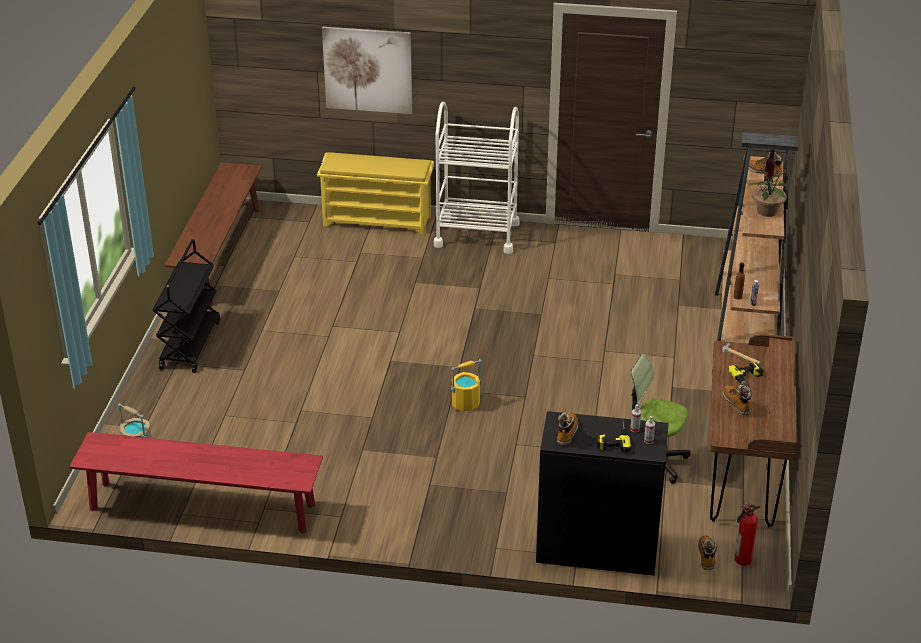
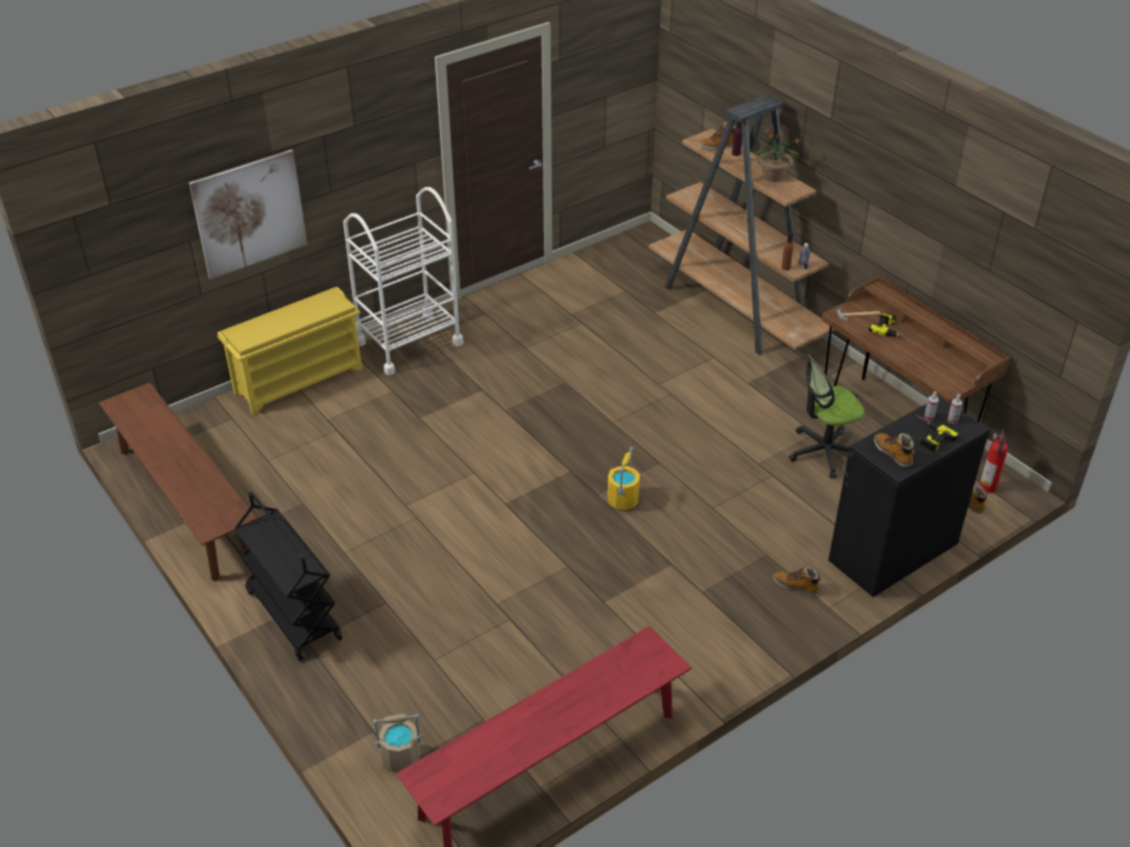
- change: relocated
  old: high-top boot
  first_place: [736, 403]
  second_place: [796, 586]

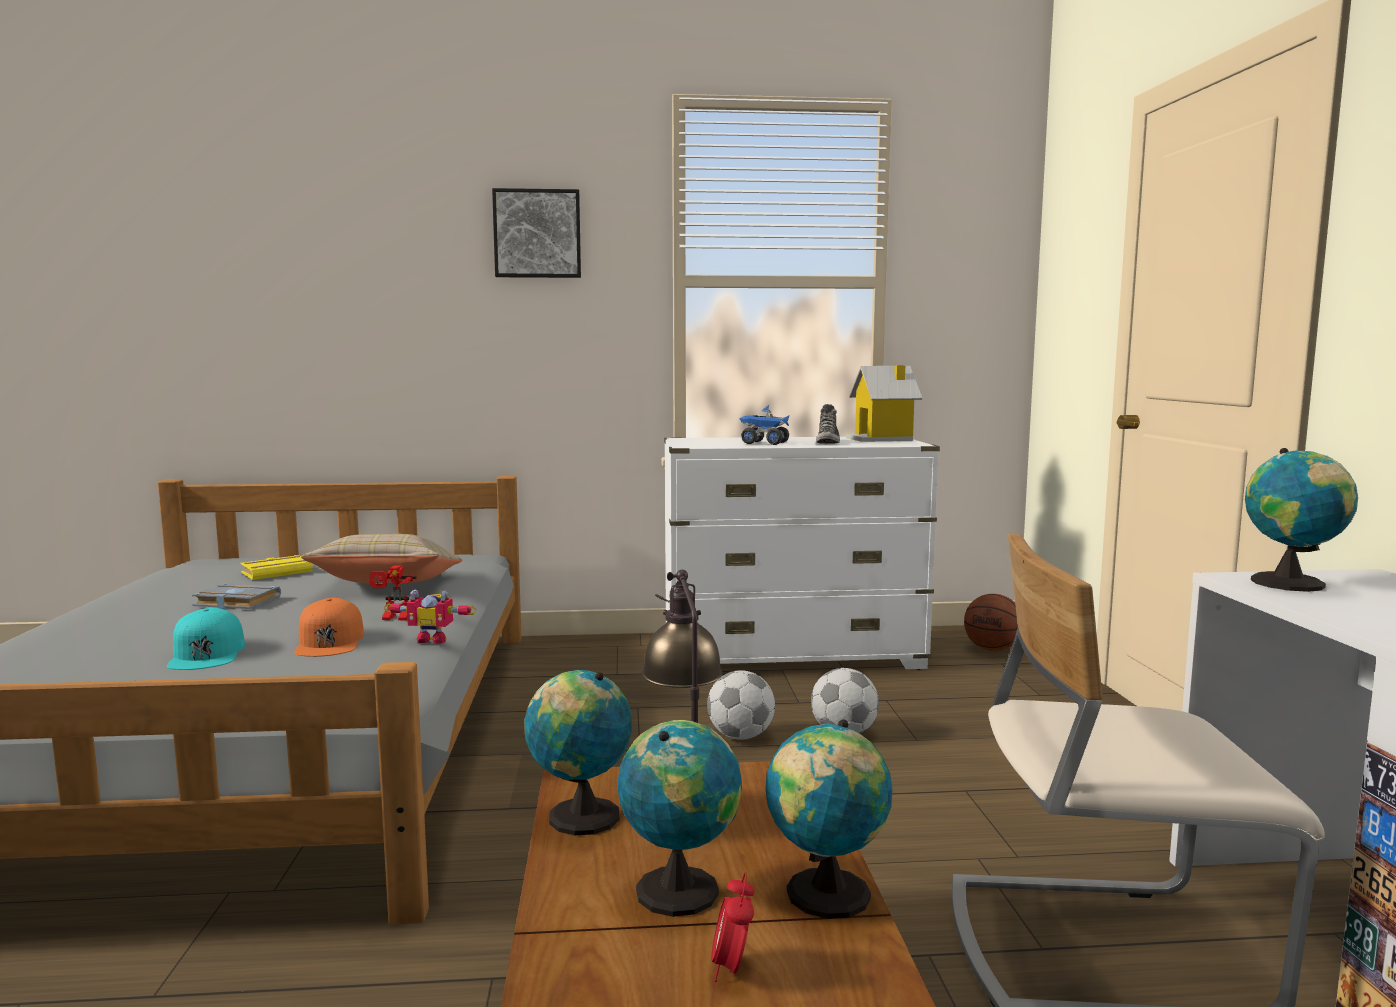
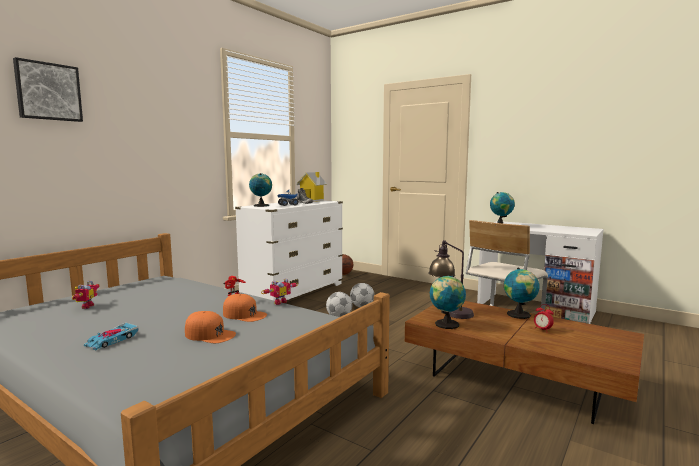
- change: missing
  old: greyish book
  first_place: [234, 603]
- change: missing
  old: sand-coloured pillow
  first_place: [388, 585]
- change: appeared
  new: model car
  second_place: [112, 340]
- change: relocated
  old: picture
  first_place: [537, 234]
  second_place: [48, 91]
- change: relocated
  old: world globe
  first_place: [680, 888]
  second_place: [261, 205]
- change: exchanged
  old: yellow book
  new: toy robot
  first_place: [277, 572]
  second_place: [85, 306]
- change: colour
  old: turquoise-coloured cap
  new: orange cap
  first_place: [207, 653]
  second_place: [210, 334]

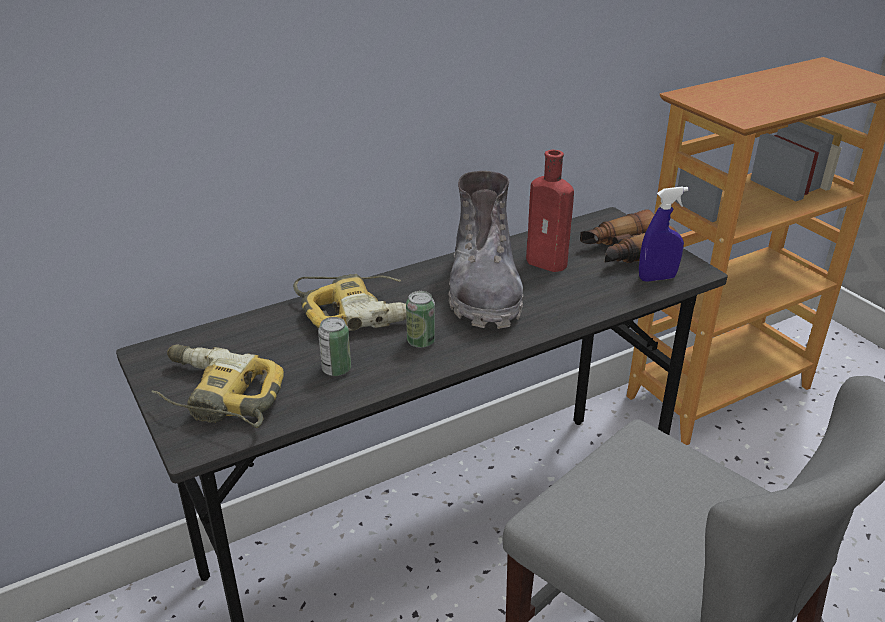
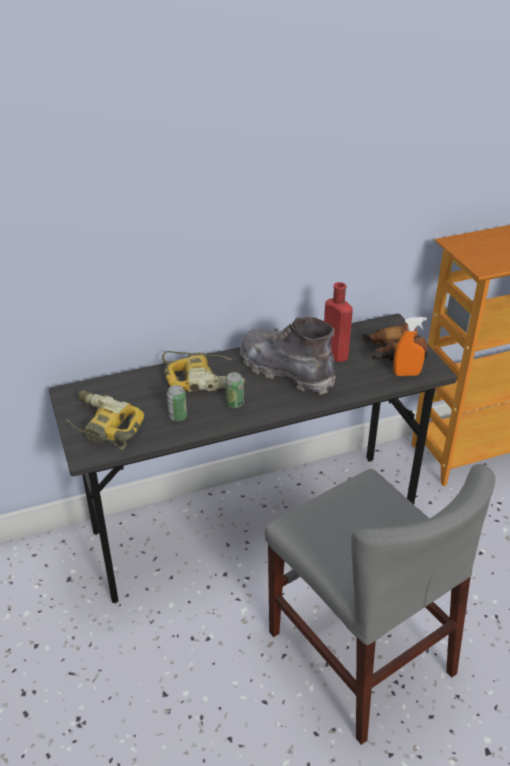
- change: colour
  old: blue-coloured hand sprayer
  new: orange hand sprayer
  first_place: [657, 278]
  second_place: [406, 374]
- change: spun
  old: greyish high-top boot
  first_place: [483, 290]
  second_place: [286, 371]
  degrees: 120

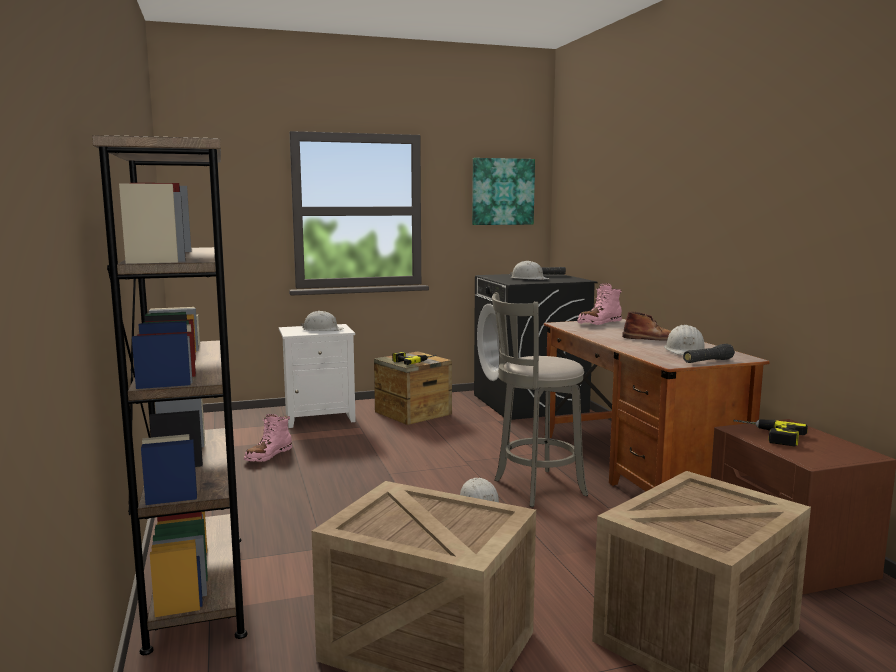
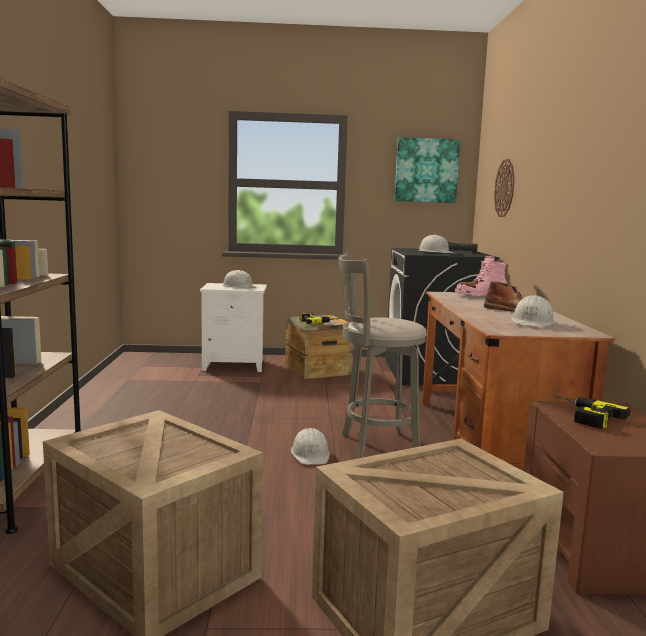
- change: missing
  old: pinkish high-top boot
  first_place: [268, 455]
- change: missing
  old: black-coloured hand torch
  first_place: [707, 361]
- change: appeared
  new: clock on the wall
  second_place: [505, 188]

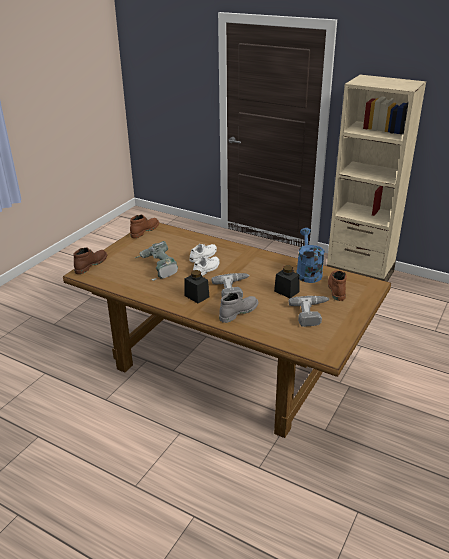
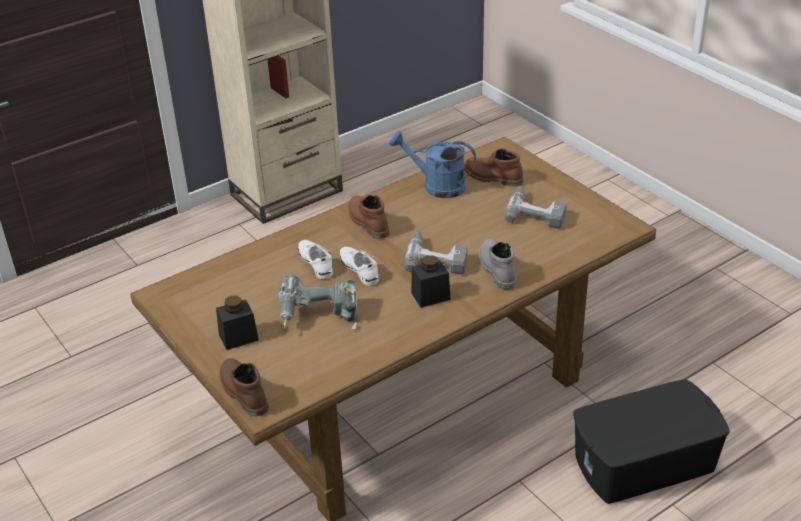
- change: appeared
  new: black-coloured storage box
  second_place: [645, 463]
- change: relocated
  old: brown-coloured high-top boot
  first_place: [144, 231]
  second_place: [367, 222]
- change: relocated
  old: black-coloured storage jar
  first_place: [286, 291]
  second_place: [238, 337]

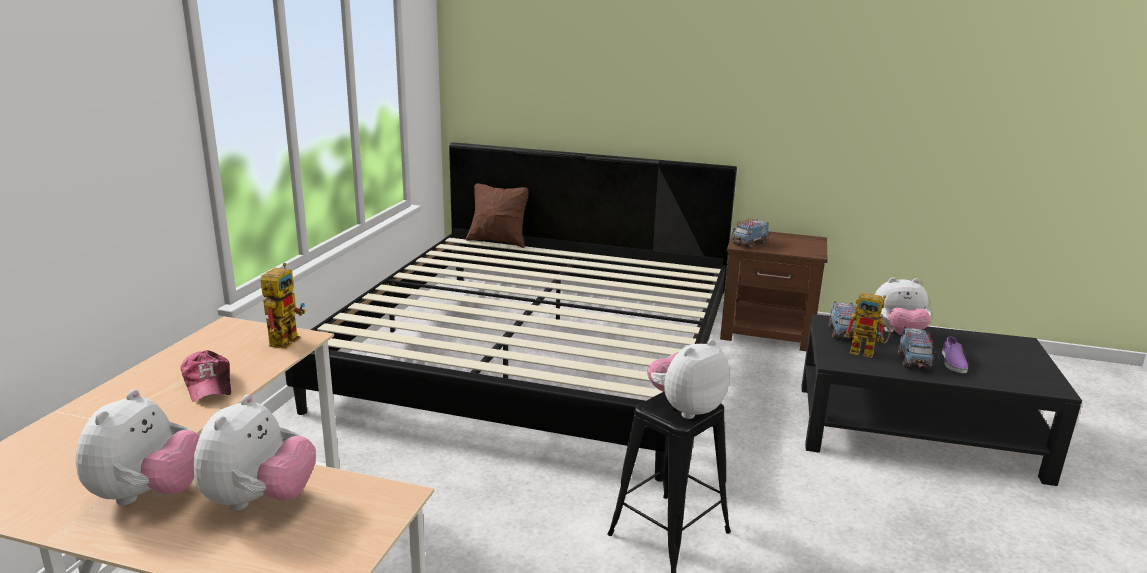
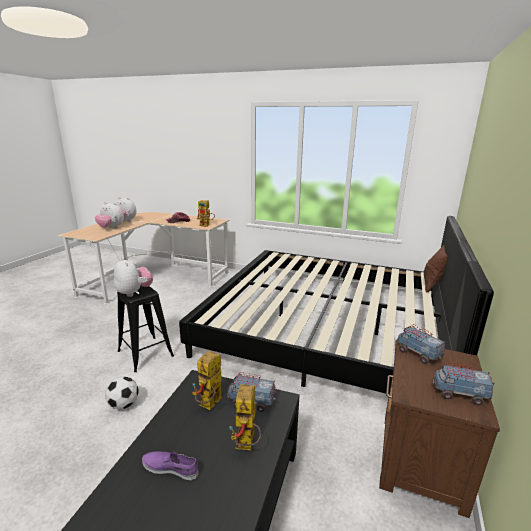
- change: appeared
  new: football ball
  second_place: [124, 404]
- change: relocated
  old: toy lorry
  first_place: [913, 362]
  second_place: [459, 394]
- change: exchanged
  old: plush toy
  new: toy robot
  first_place: [897, 334]
  second_place: [247, 445]

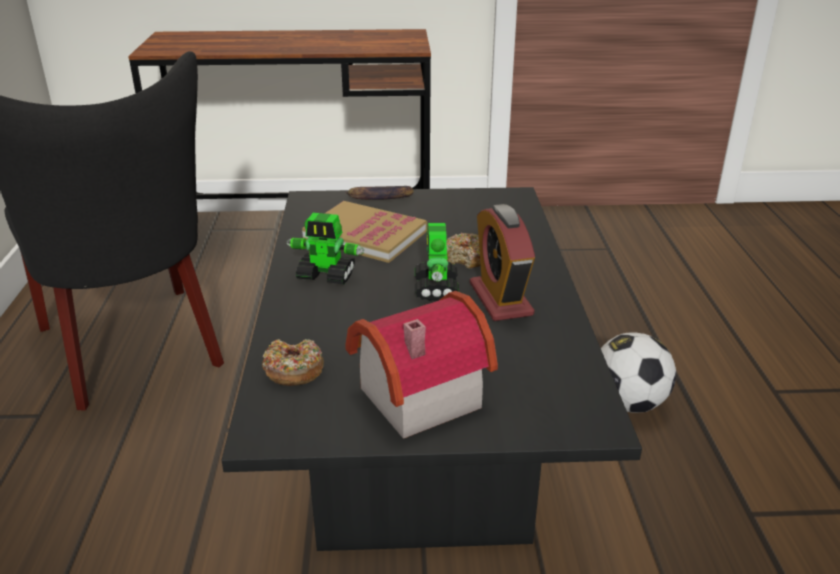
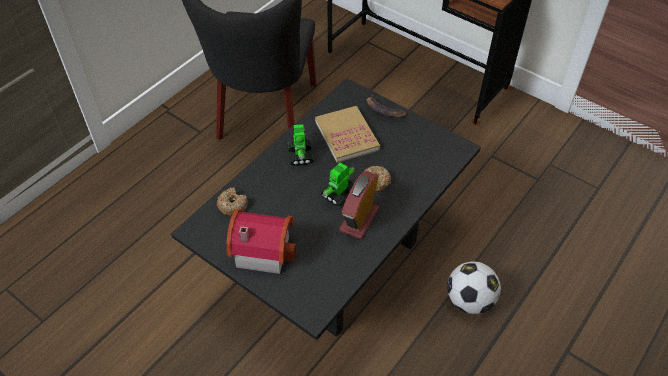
- change: spun
  old: toy robot
  first_place: [327, 276]
  second_place: [300, 155]
  degrees: -150

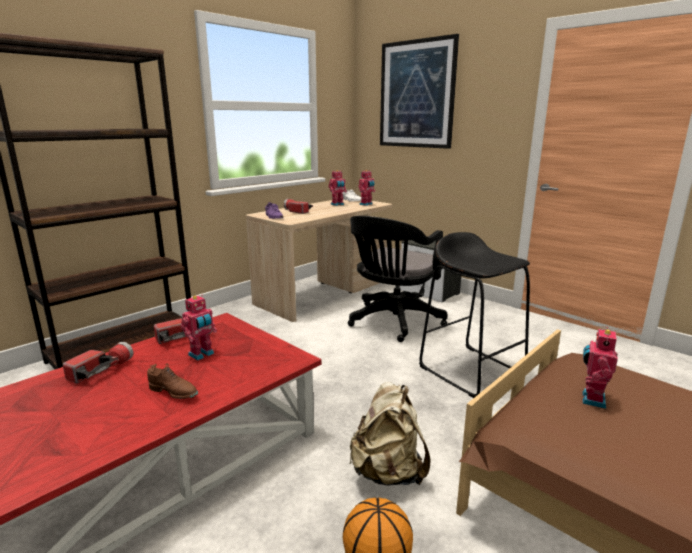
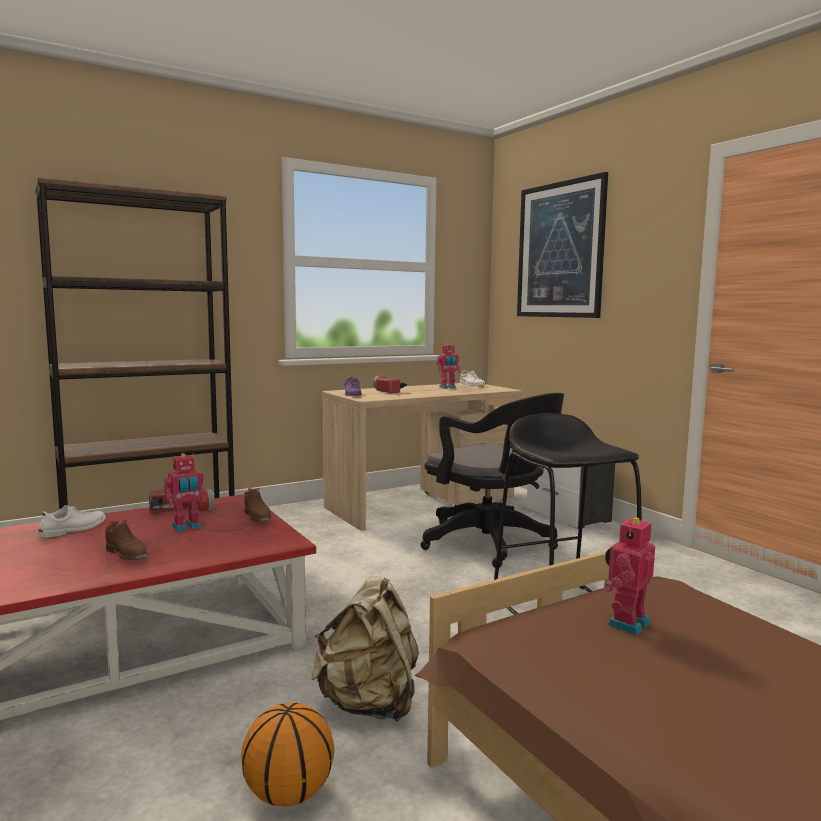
- change: missing
  old: toy robot
  first_place: [366, 204]
- change: appeared
  new: brown-coloured low shoe
  second_place: [258, 518]
- change: exchanged
  old: hand torch
  new: white low shoe
  first_place: [101, 370]
  second_place: [73, 529]
- change: spun
  old: black-coloured desk chair
  first_place: [393, 322]
  second_place: [492, 544]
  degrees: -90

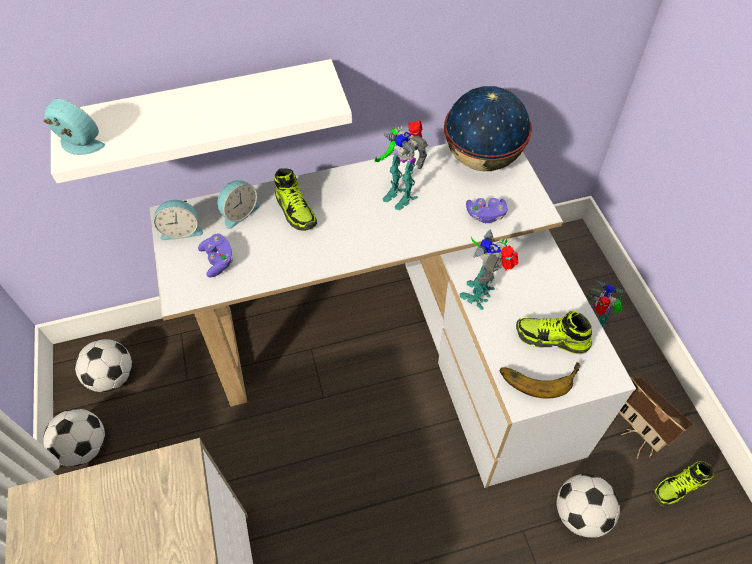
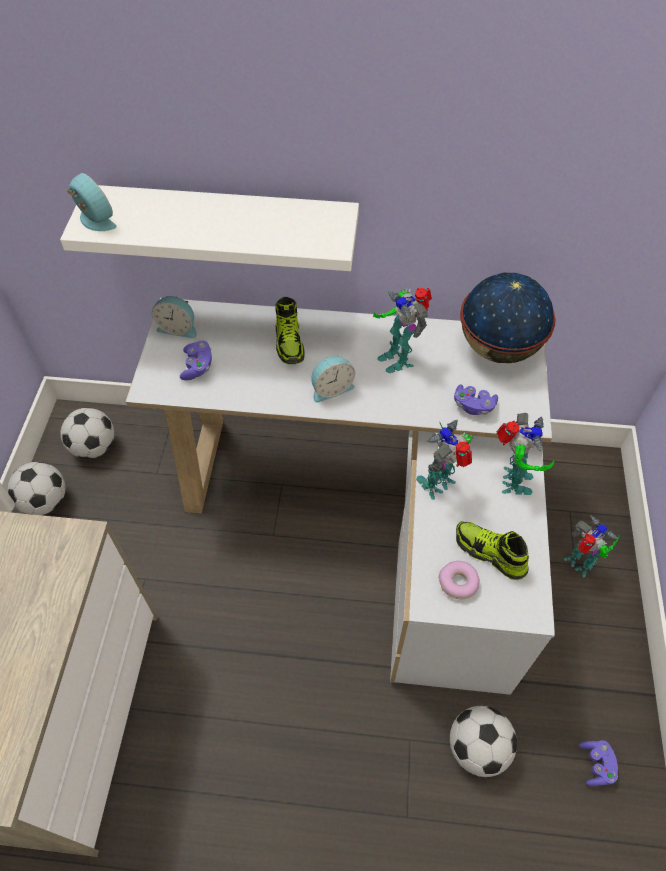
- change: missing
  old: toy house
  first_place: [633, 435]
- change: appeared
  new: toy robot
  second_place: [512, 482]
- change: relocated
  old: bedside clock
  first_place: [239, 213]
  second_place: [331, 388]
- change: exchanged
  old: banana fruit
  new: donut
  first_place: [538, 374]
  second_place: [458, 583]
- change: exchanged
  old: low shoe
  new: purplish gamepad
  first_place: [678, 488]
  second_place: [596, 765]

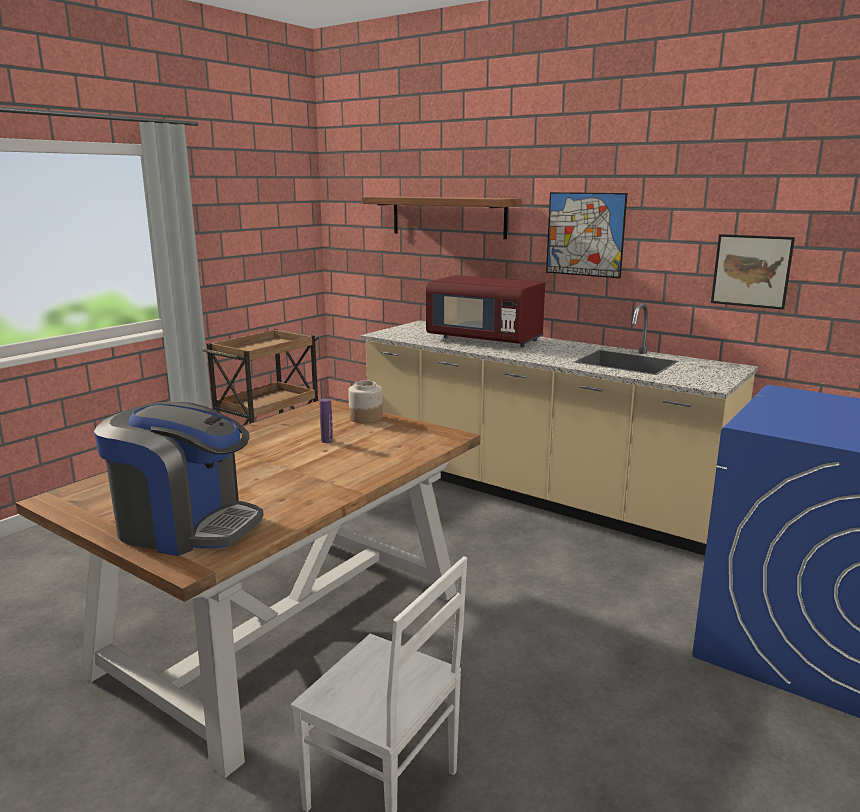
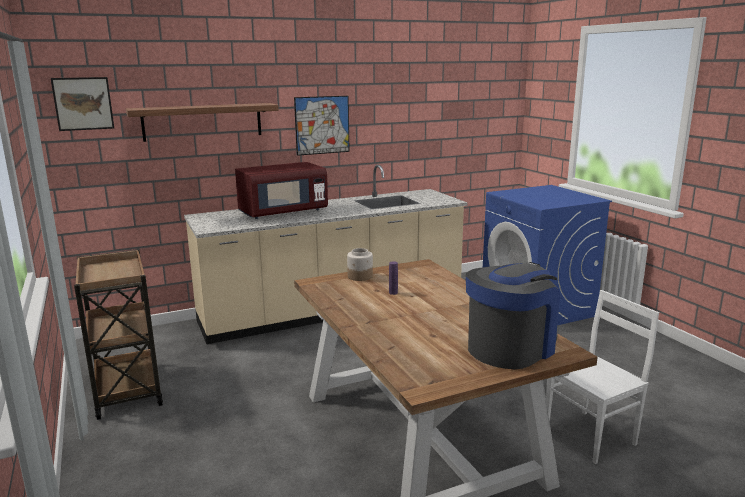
- change: relocated
  old: picture
  first_place: [751, 271]
  second_place: [83, 103]

